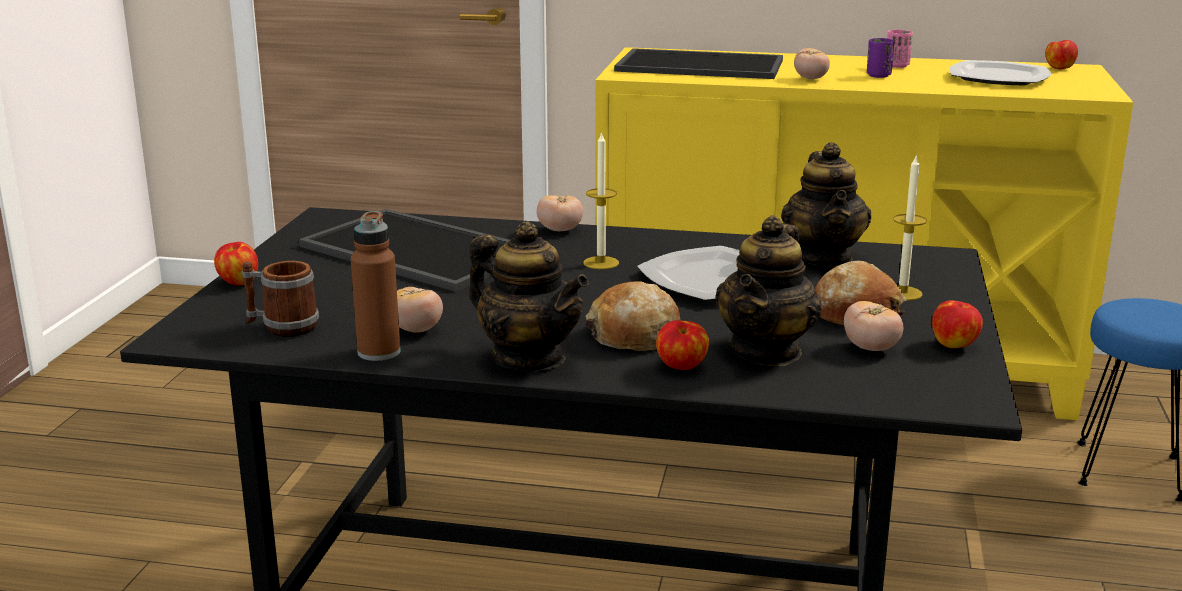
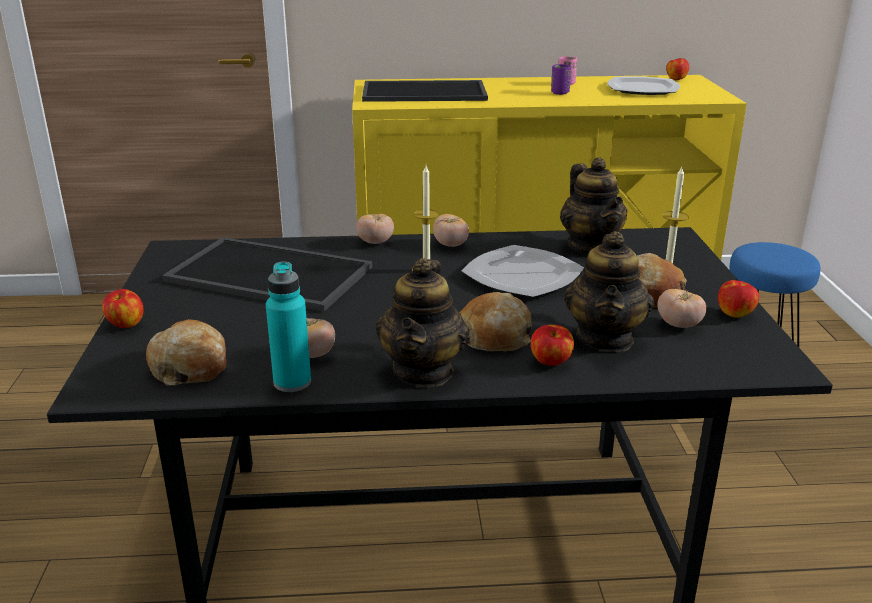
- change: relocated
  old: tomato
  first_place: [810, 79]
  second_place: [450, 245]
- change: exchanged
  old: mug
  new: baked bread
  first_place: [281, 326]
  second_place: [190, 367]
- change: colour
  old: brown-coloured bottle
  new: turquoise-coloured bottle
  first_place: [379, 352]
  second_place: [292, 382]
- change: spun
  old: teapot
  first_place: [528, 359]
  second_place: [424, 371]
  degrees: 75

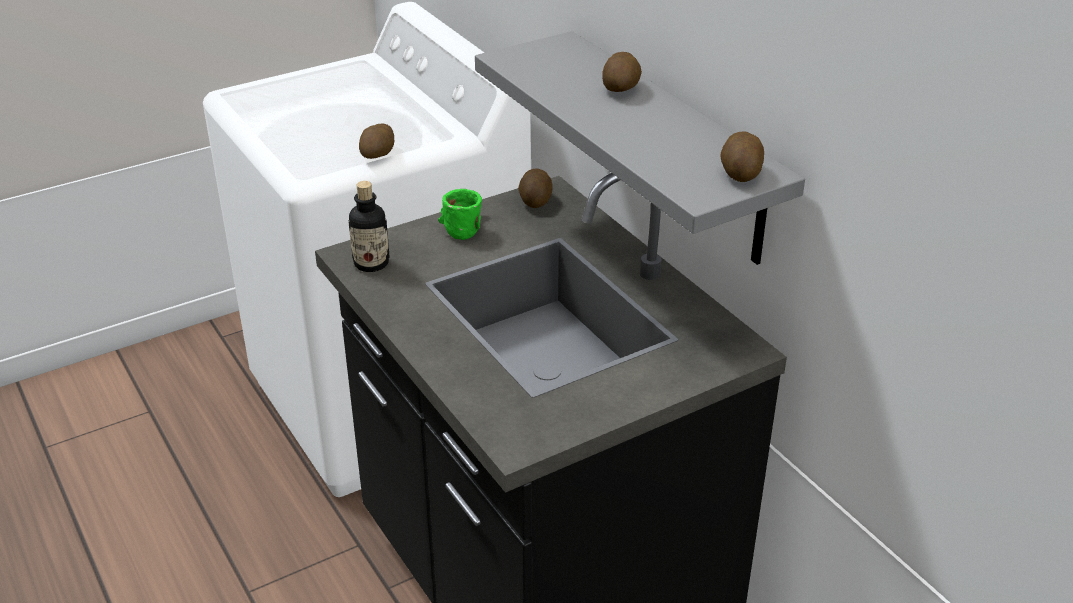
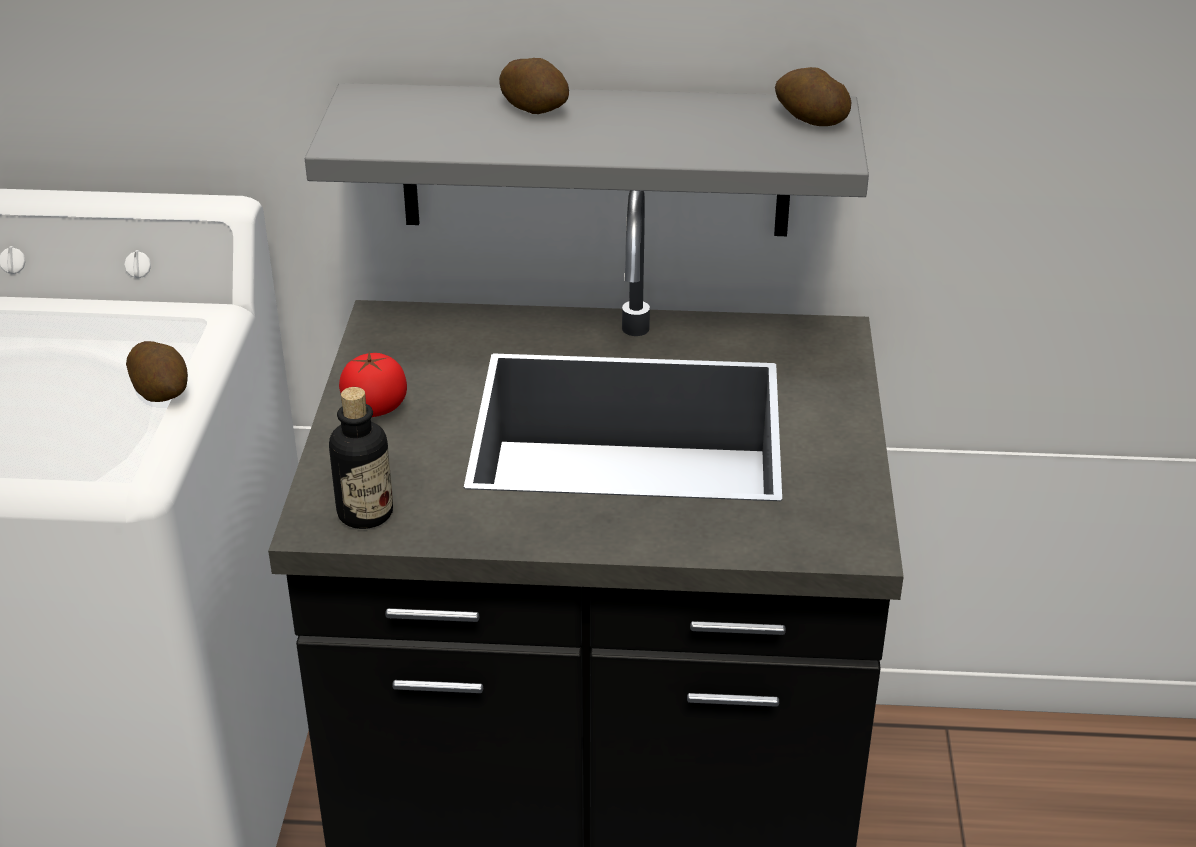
- change: missing
  old: whole potato
  first_place: [535, 200]
- change: exchanged
  old: greenish mug
  new: tomato
  first_place: [464, 226]
  second_place: [374, 409]

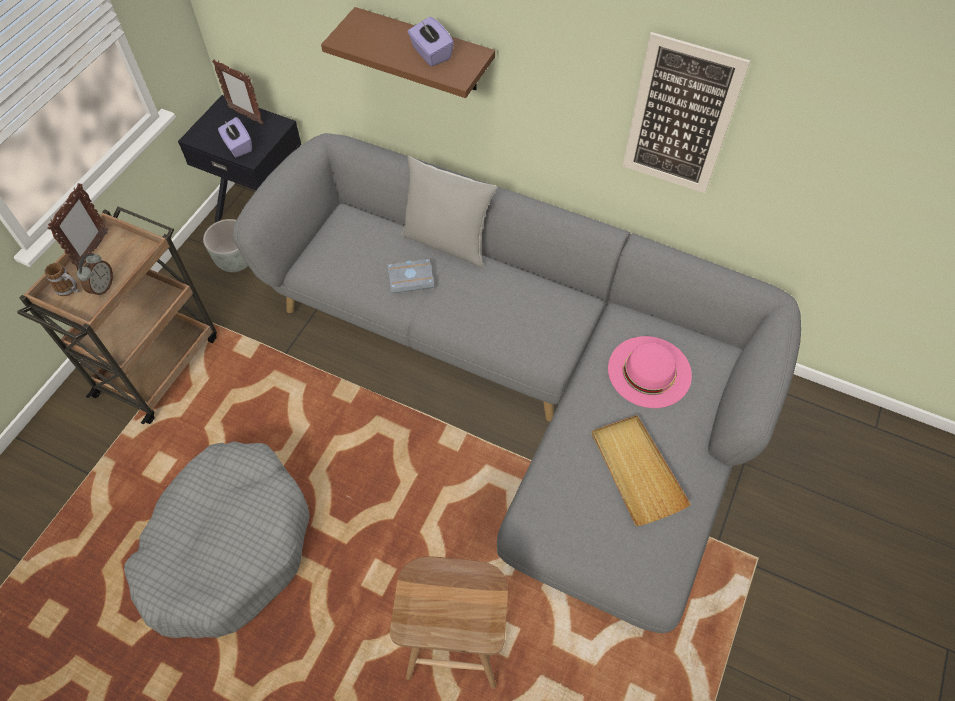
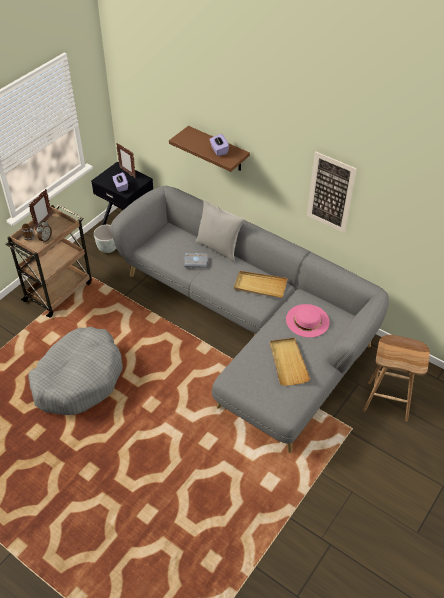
- change: appeared
  new: sand-coloured carrying tray
  second_place: [260, 286]
- change: relocated
  old: brown-coloured stool
  first_place: [456, 644]
  second_place: [388, 401]

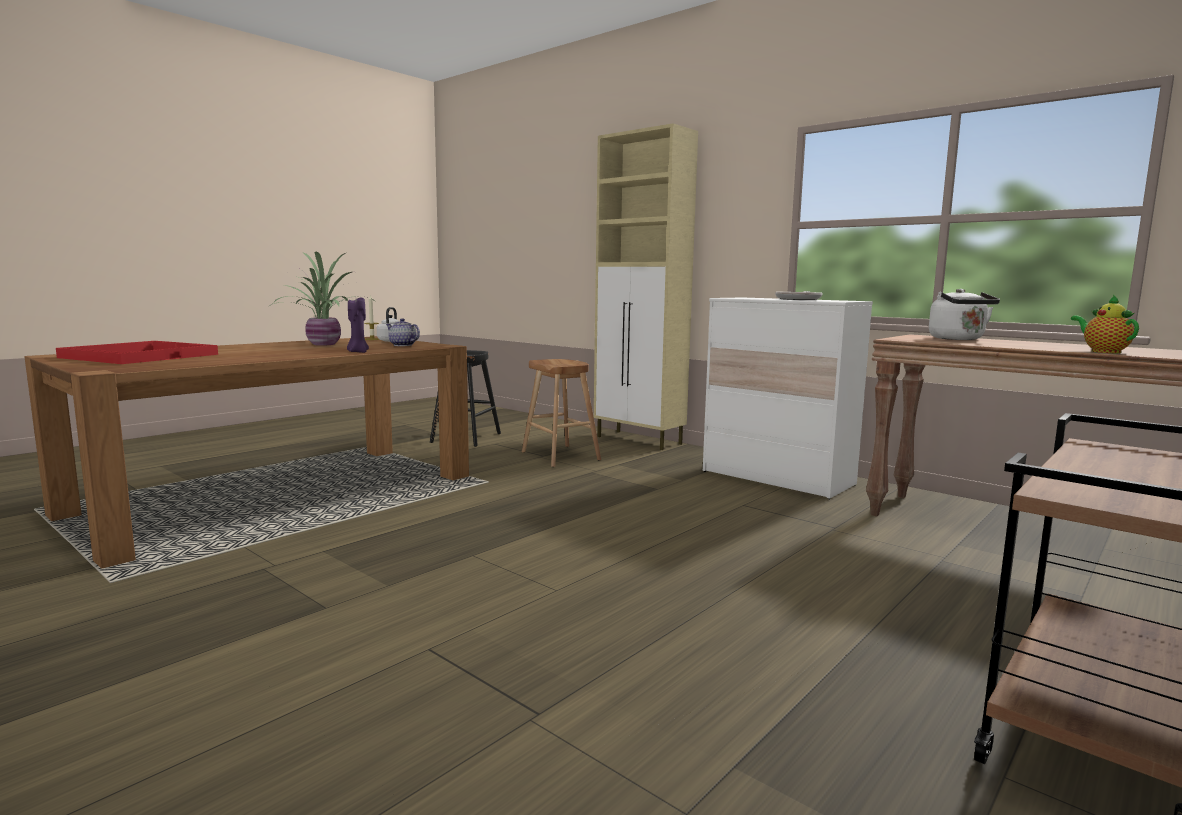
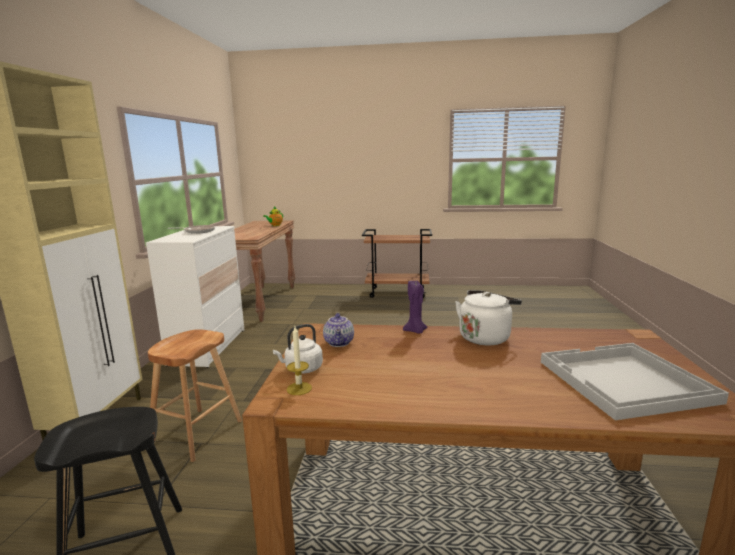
- change: missing
  old: plant in a pot
  first_place: [323, 344]
- change: relocated
  old: white kettle
  first_place: [958, 339]
  second_place: [485, 337]
- change: colour
  old: reddish carrying tray
  new: white carrying tray
  first_place: [140, 356]
  second_place: [624, 382]

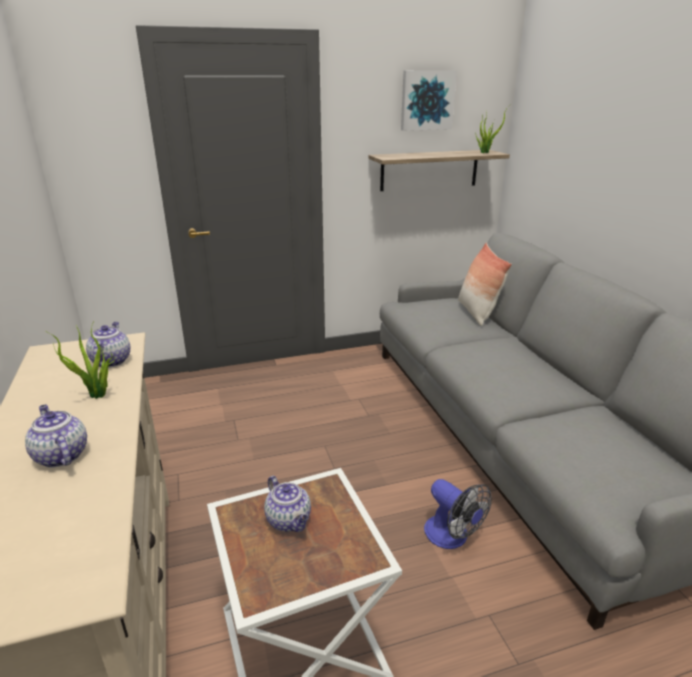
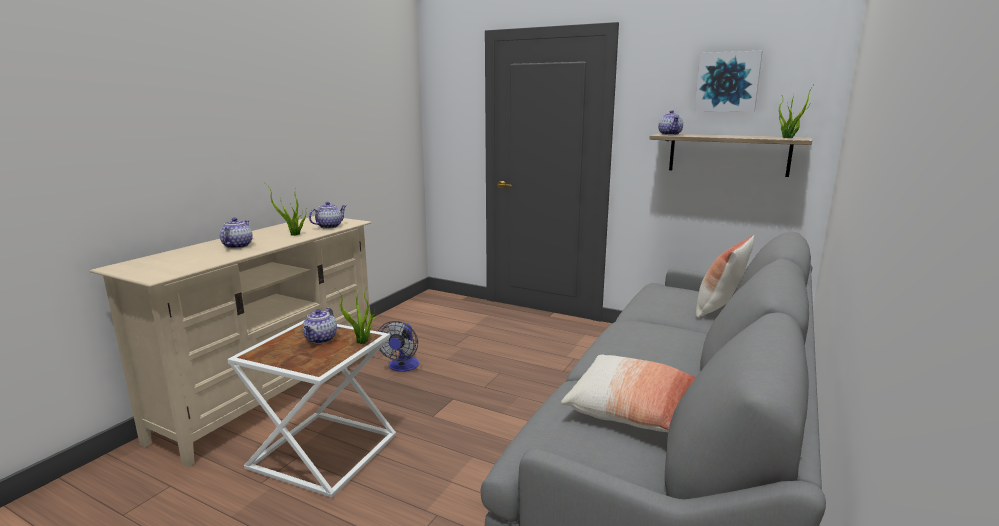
- change: appeared
  new: plant in a pot
  second_place: [362, 342]
- change: appeared
  new: pillow
  second_place: [632, 410]
- change: appeared
  new: teapot
  second_place: [670, 134]
- change: relocated
  old: electric fan
  first_place: [452, 537]
  second_place: [402, 367]

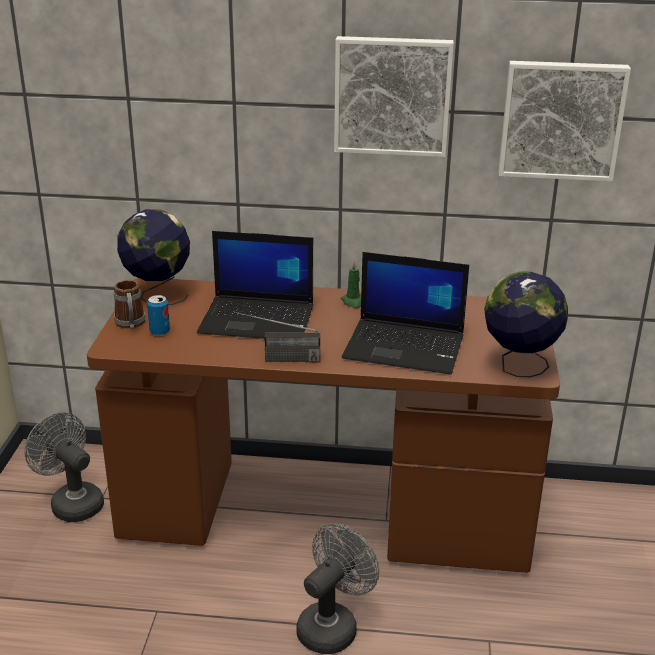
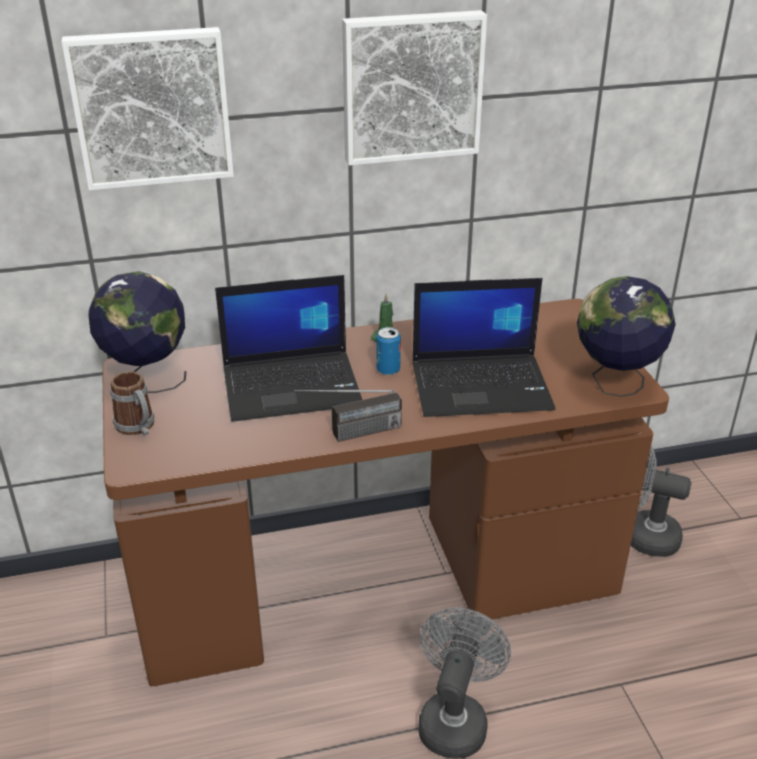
- change: relocated
  old: greyish electric fan
  first_place: [72, 502]
  second_place: [641, 536]
- change: relocated
  old: sealed can
  first_place: [159, 332]
  second_place: [388, 370]
- change: relocated
  old: picture
  first_place: [561, 120]
  second_place: [151, 107]

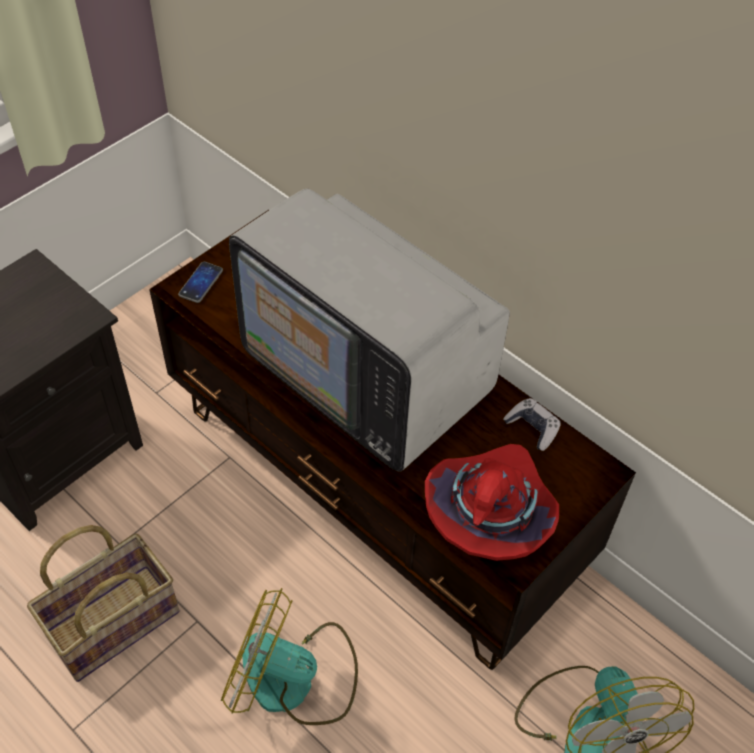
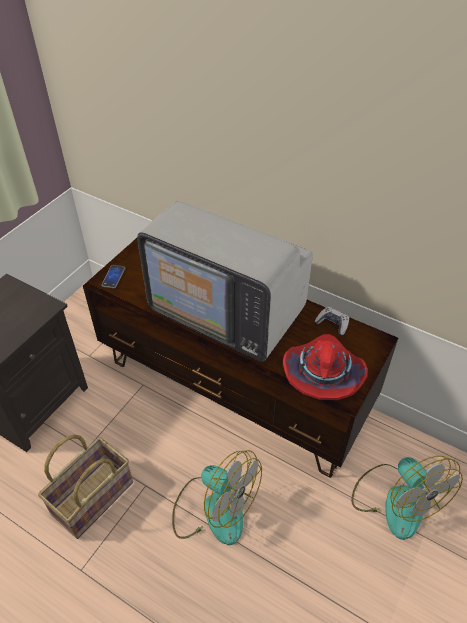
- change: spun
  old: electric fan
  first_place: [294, 679]
  second_place: [214, 508]
  degrees: -150

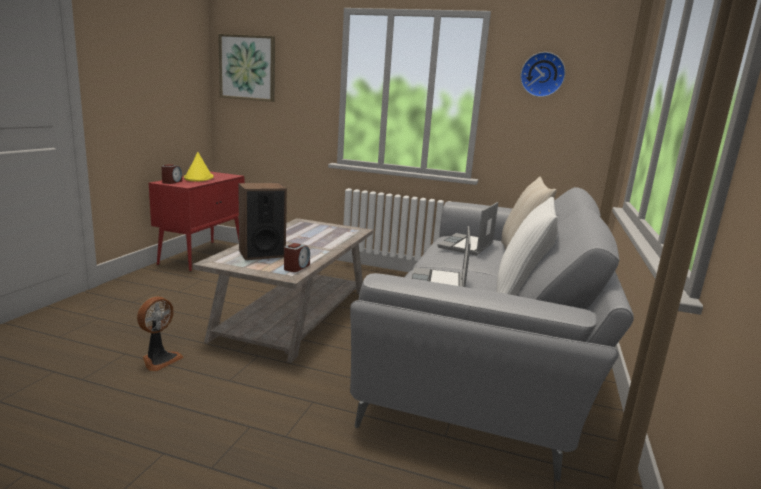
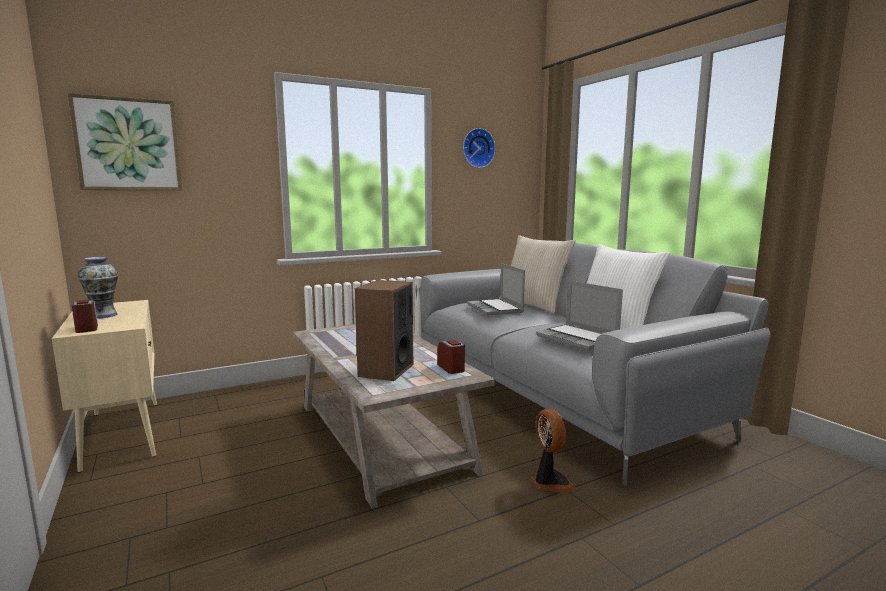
- change: relocated
  old: electric fan
  first_place: [159, 360]
  second_place: [550, 482]
- change: exchanged
  old: yellow wearable hat
  new: flower vase
  first_place: [198, 178]
  second_place: [103, 315]
- change: colour
  old: reddish cabinet
  new: sand-coloured cabinet
  first_place: [202, 255]
  second_place: [122, 433]

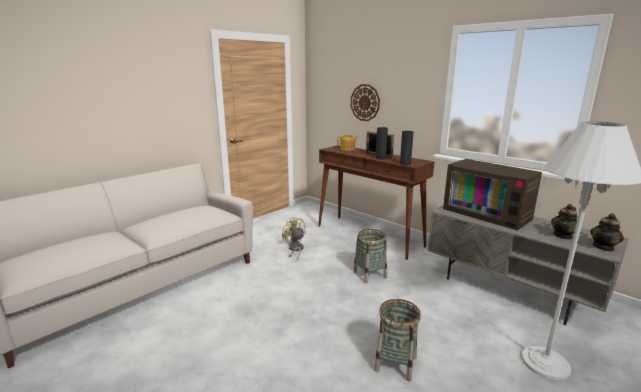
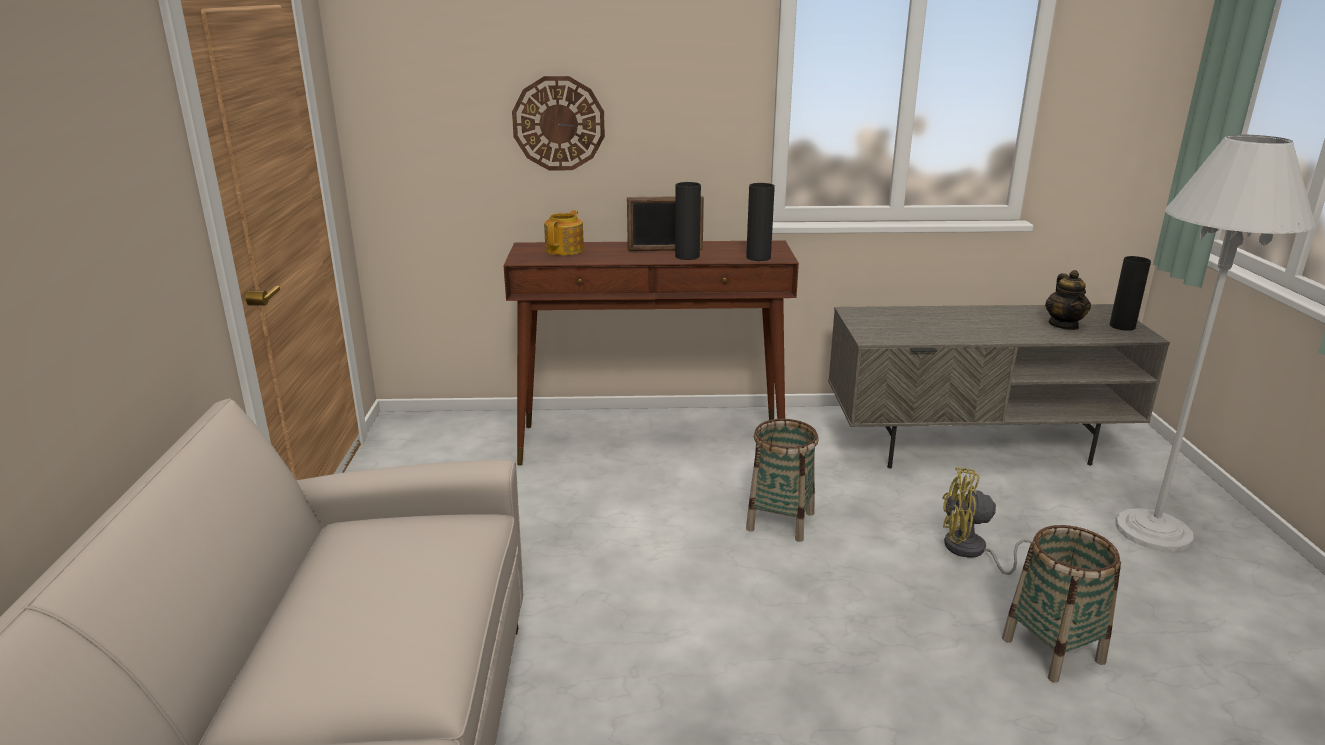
- change: missing
  old: TV set
  first_place: [488, 213]
- change: relocated
  old: yellow electric fan
  first_place: [295, 249]
  second_place: [972, 552]
- change: exchanged
  old: teapot
  new: black-coloured flower vase
  first_place: [603, 247]
  second_place: [1122, 326]

